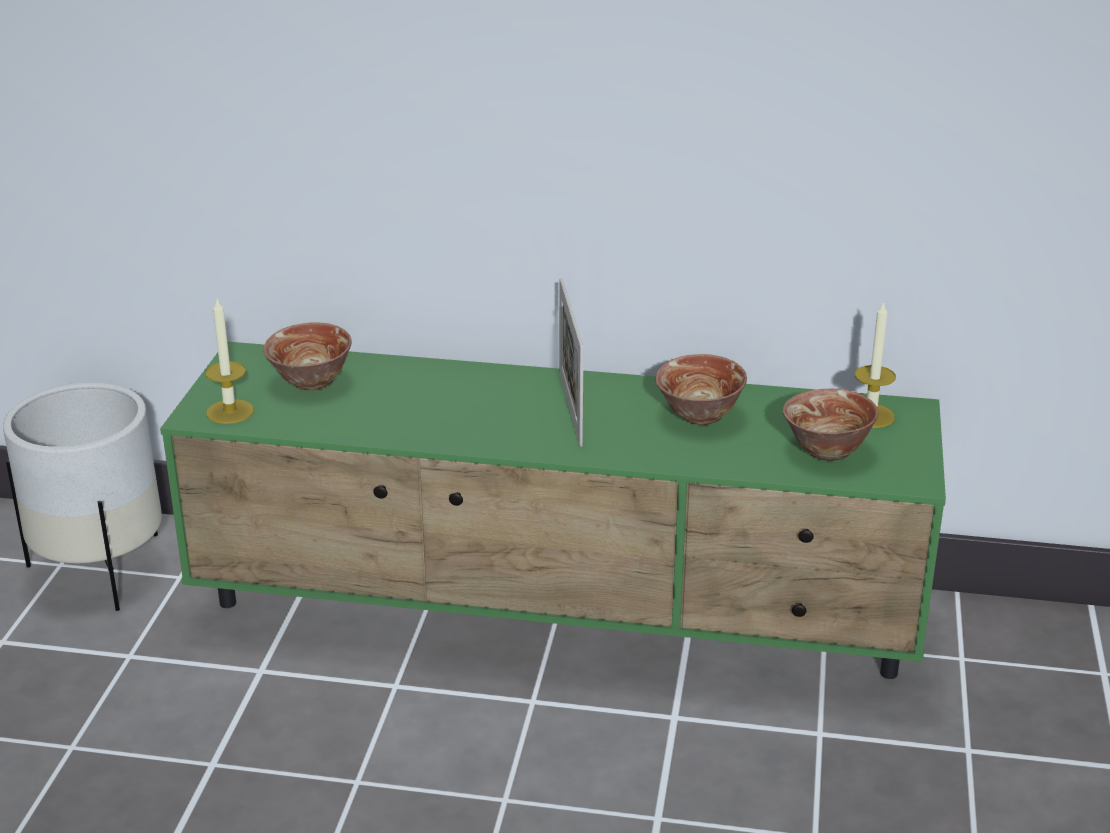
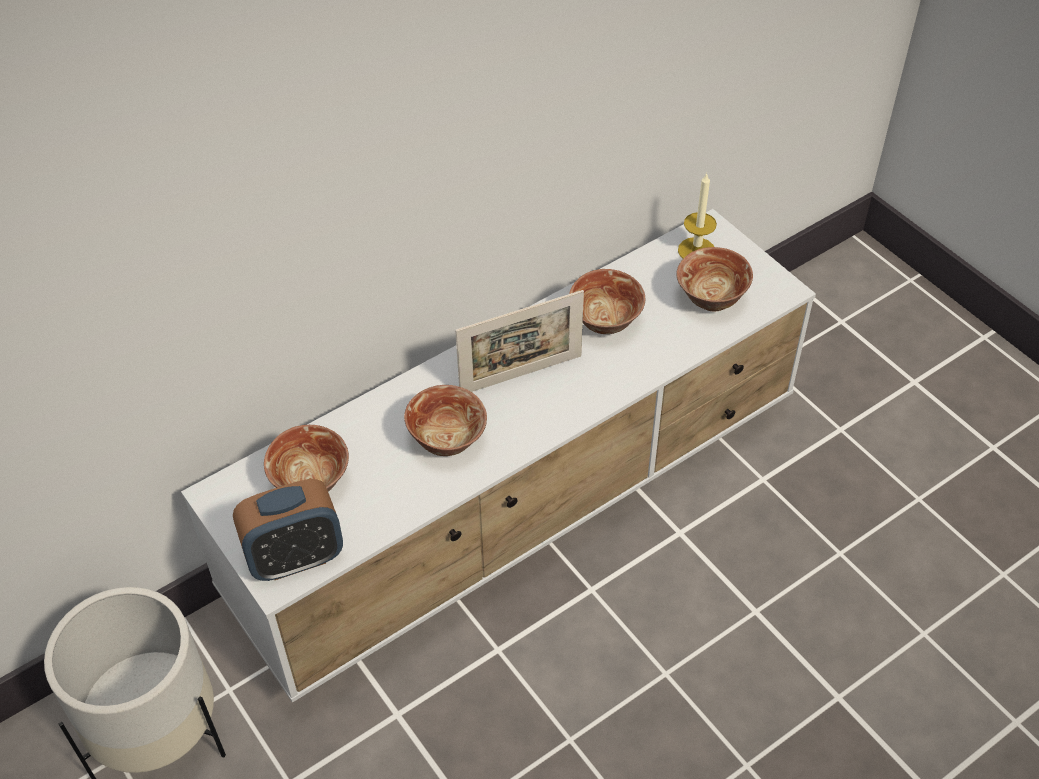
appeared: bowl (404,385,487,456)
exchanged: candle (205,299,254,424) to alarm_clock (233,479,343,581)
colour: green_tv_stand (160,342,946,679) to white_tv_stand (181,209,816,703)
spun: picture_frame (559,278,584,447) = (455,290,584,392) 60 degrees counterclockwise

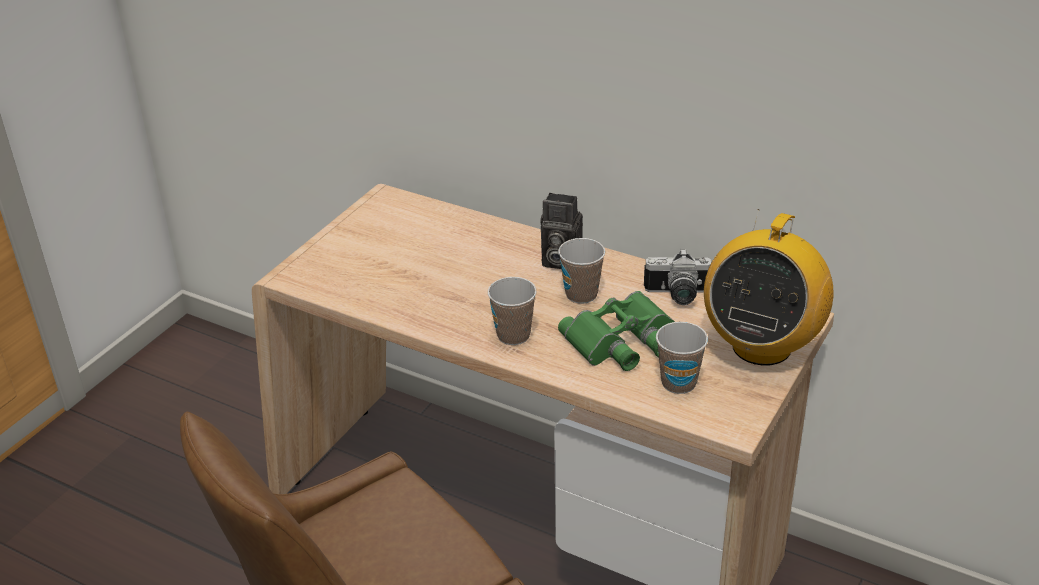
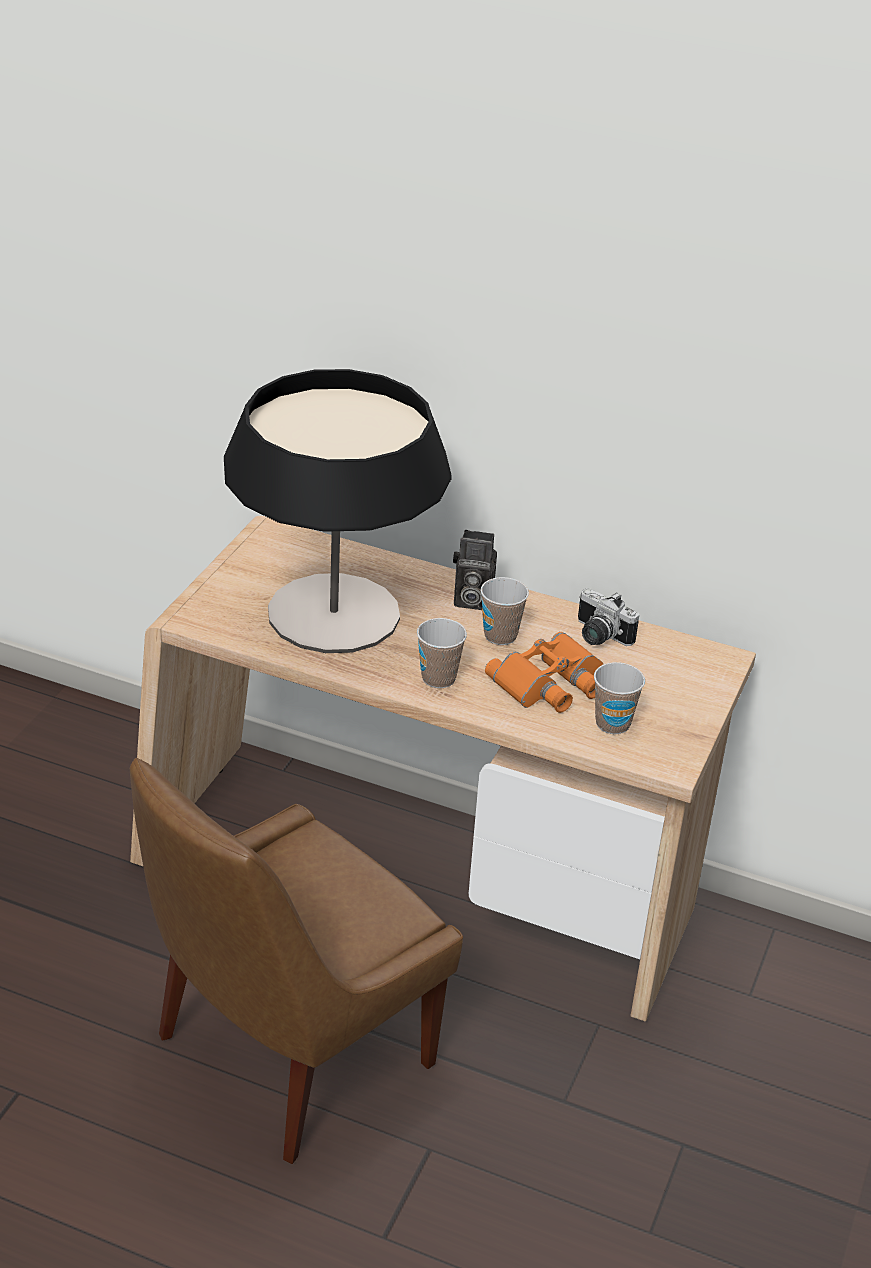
missing: radio (704,209,834,366)
appeared: table_lamp (224,369,452,653)
colour: green_binoculars (558,291,675,371) to orange_binoculars (485,632,603,713)
spun: photo_camera (644,249,711,305) = (578,588,639,646) 45 degrees clockwise

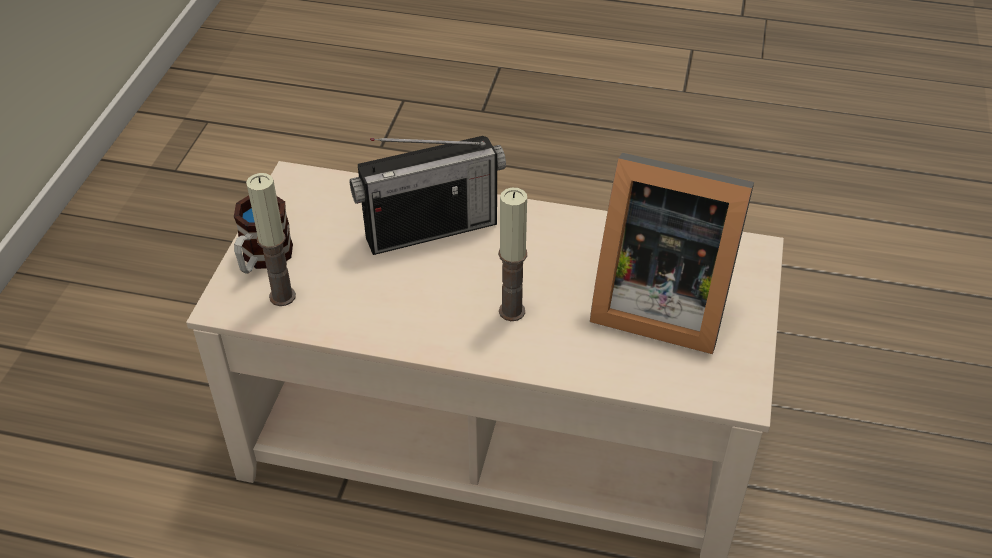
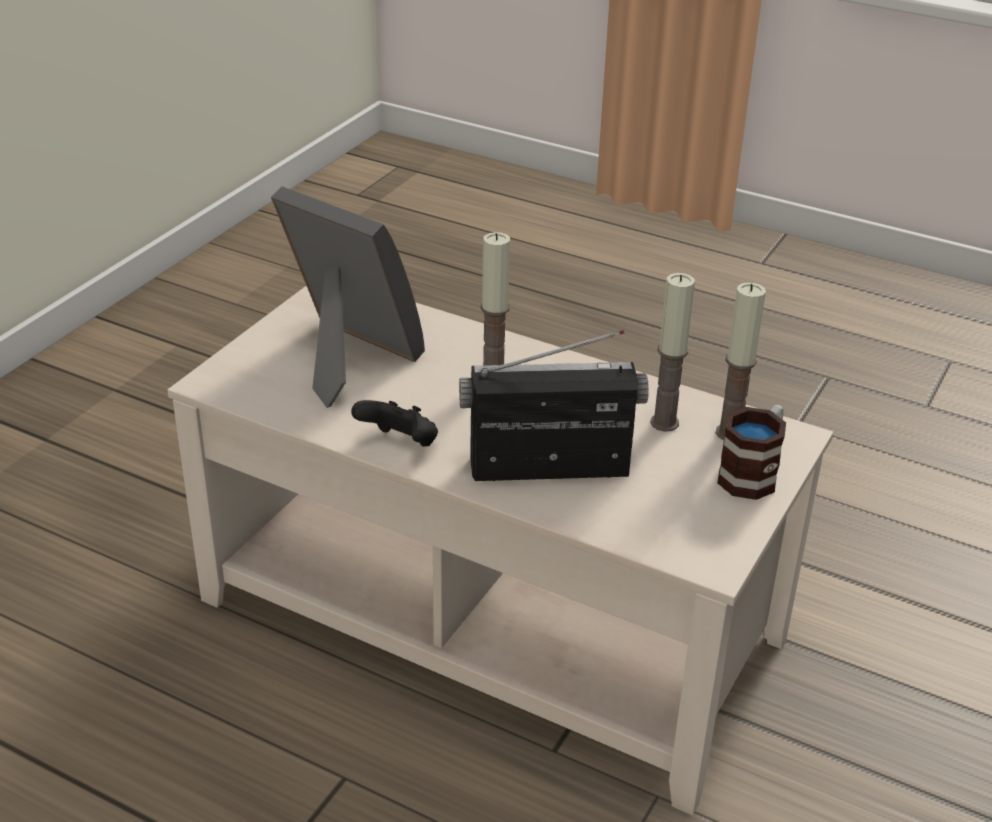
appeared: black_game_controller (351,400,438,446); candle (650,273,695,431)

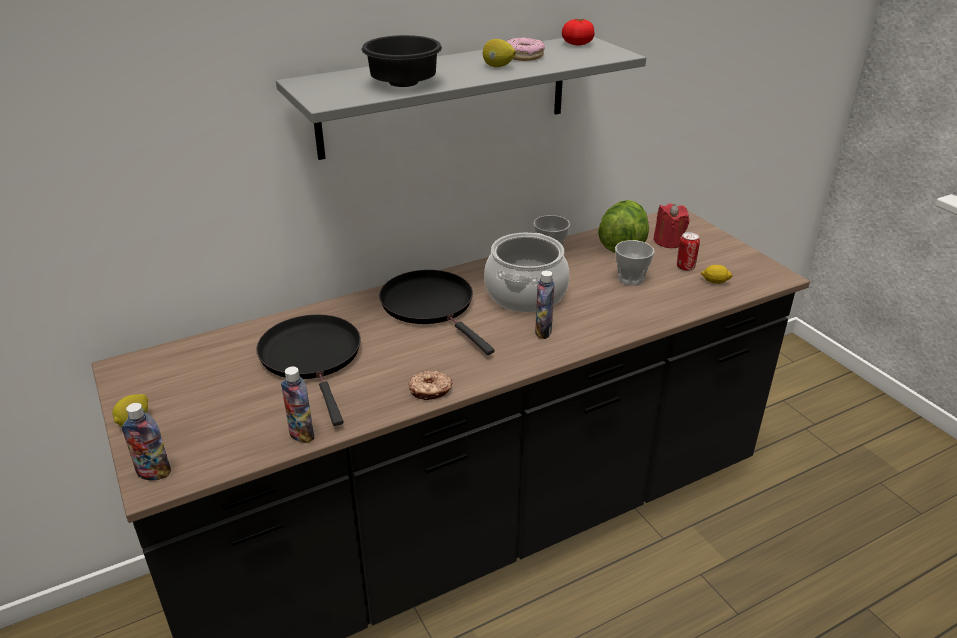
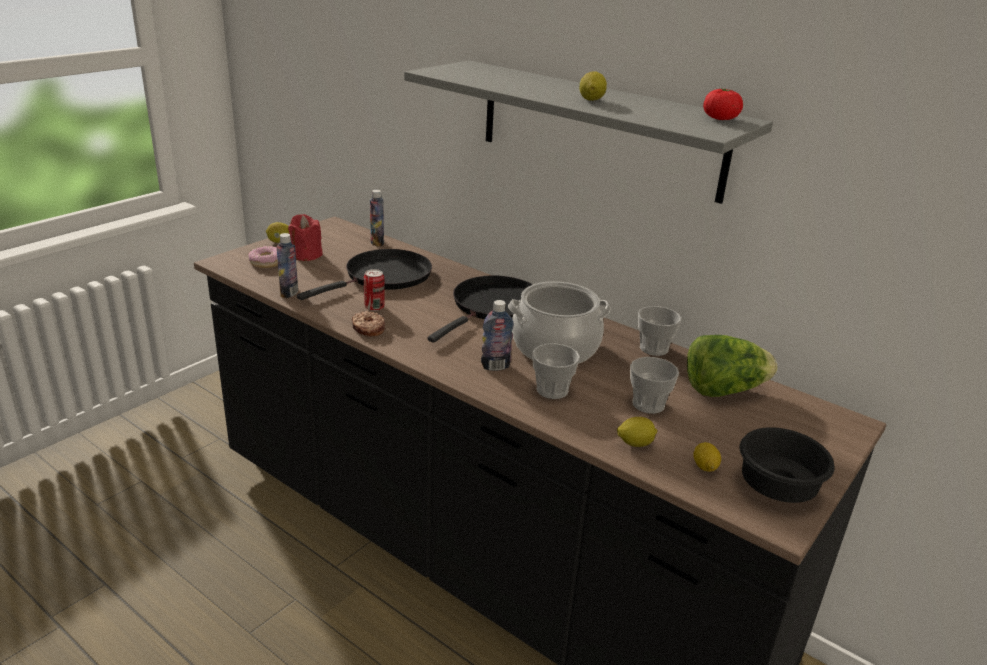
appeared: cup (532,343,580,399); lemon (617,417,657,447)
relocated: bottle (122,403,171,480) to (370,190,384,247); black_bowl (361,35,442,87) to (740,427,835,503); donut (506,37,545,61) to (248,246,278,268); red_candle (654,204,689,248) to (288,214,323,261); can (677,232,700,271) to (364,269,385,311)

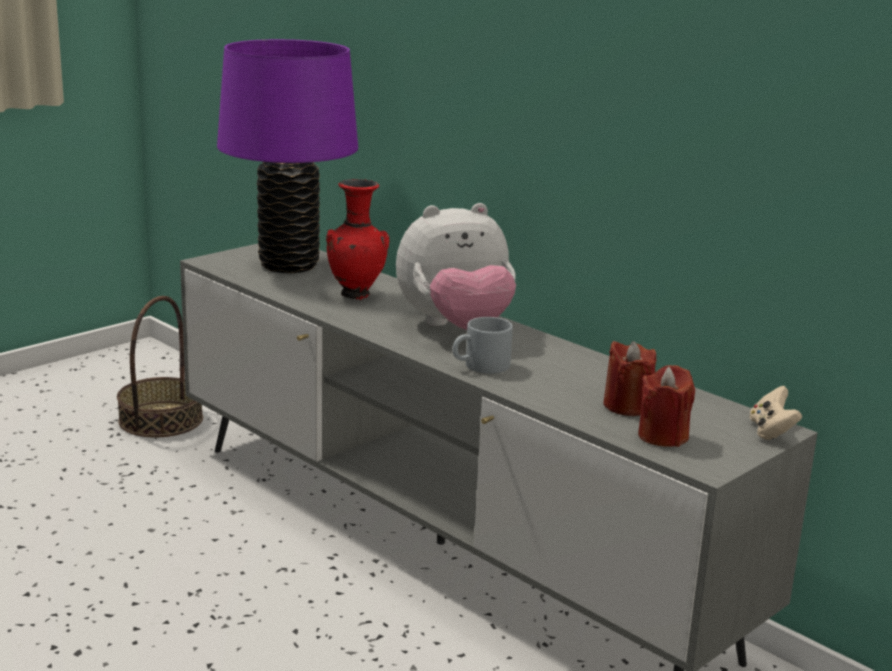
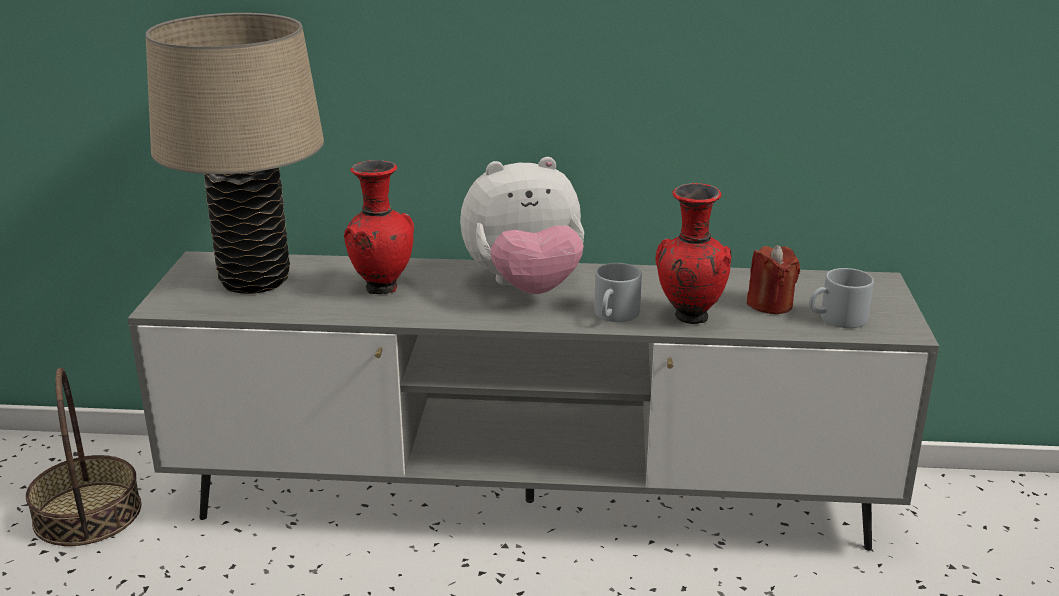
missing: beige_game_controller (750,386,802,440)
appeared: red_vase (655,183,731,324)
exchanged: red_candle (638,365,695,447) to grey_mug (809,268,874,328)
colour: purple_table_lamp (217,39,358,273) to beige_table_lamp (146,13,324,294)
spun: plush_toy (396,203,516,330) = (460,157,584,294) 45 degrees clockwise

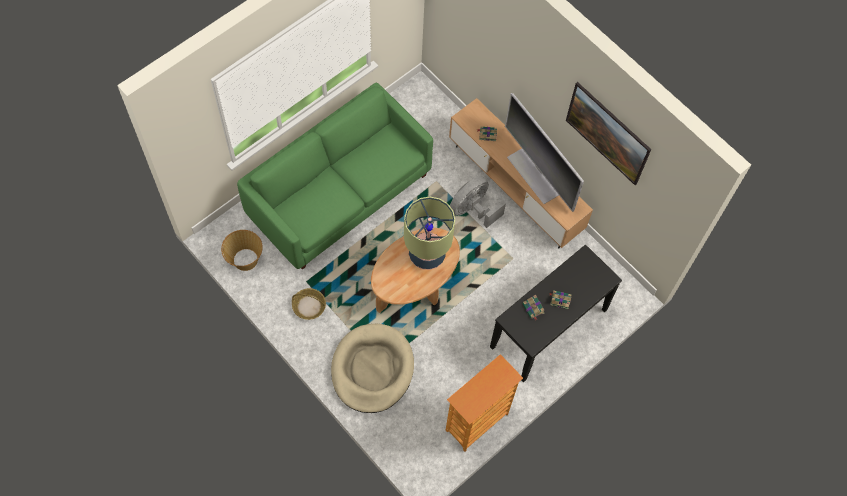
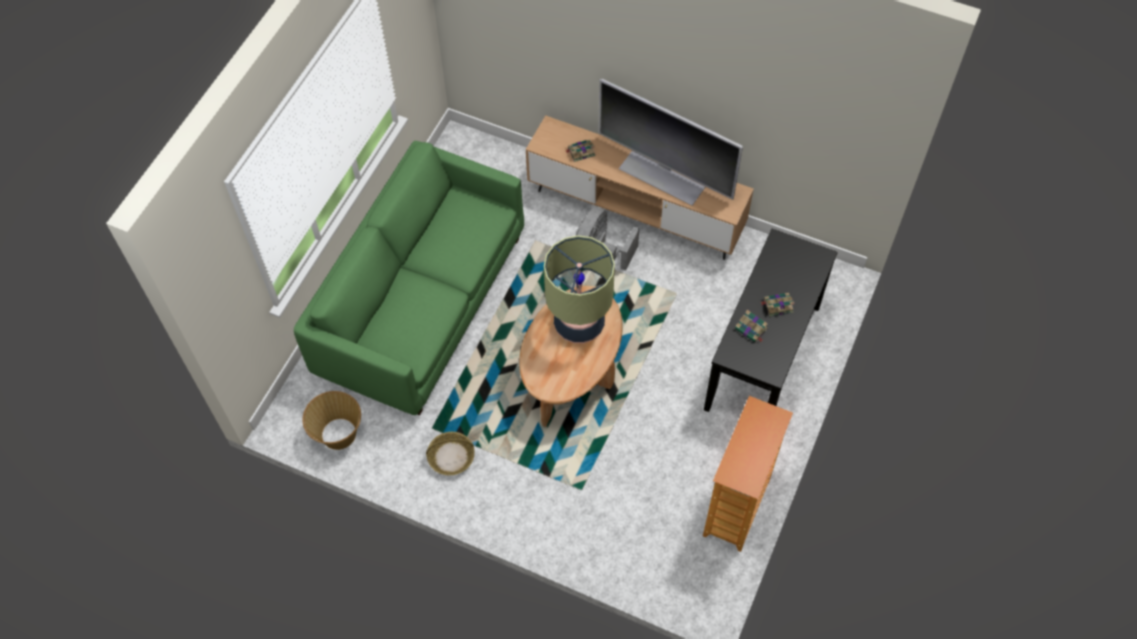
missing: beige_dog_bed (331,324,414,413); picture (566,82,651,185)

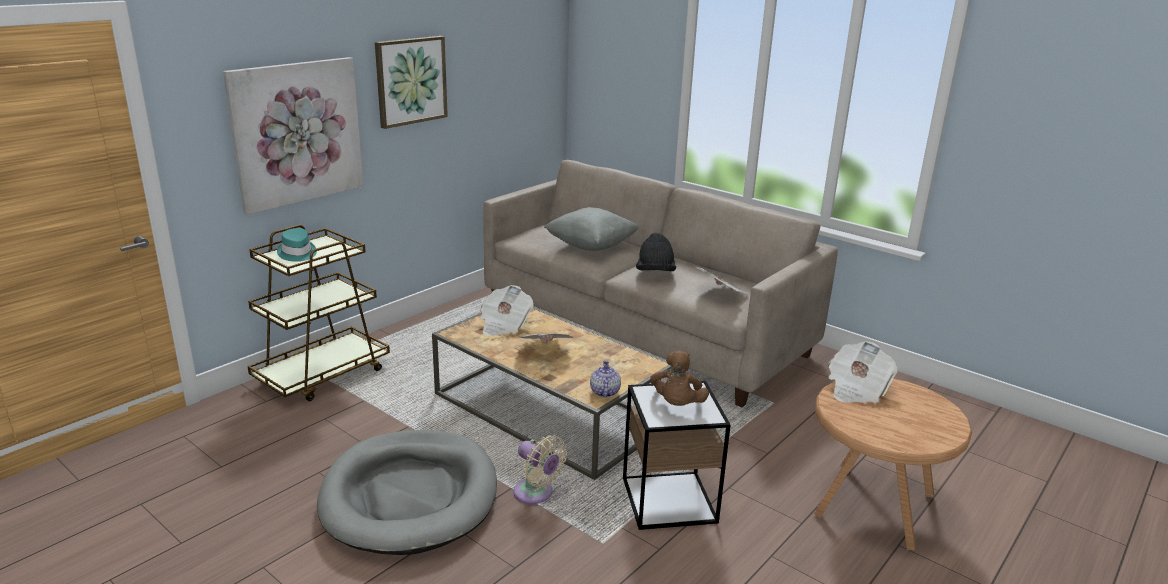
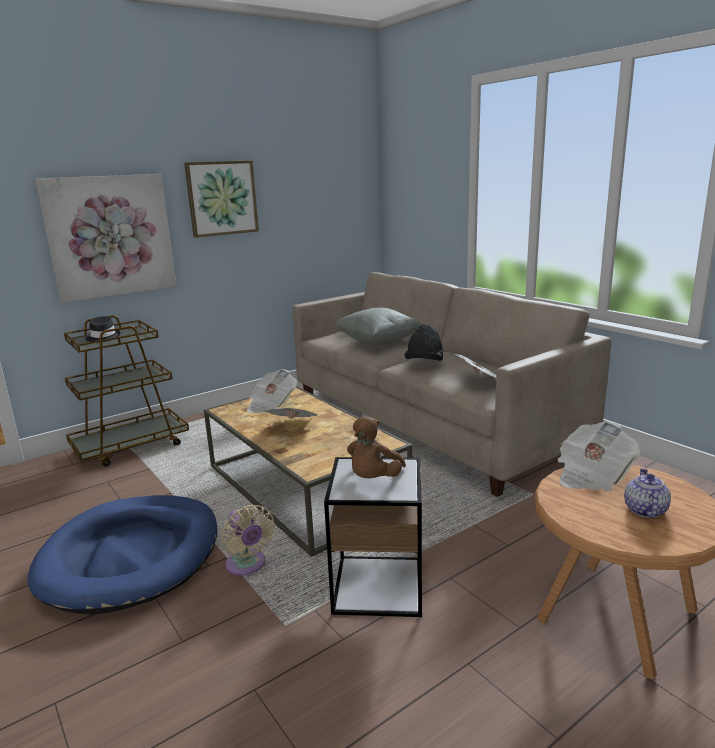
relocated: teapot (590,360,621,397) to (624,468,671,518)
colour: turquoise_hat (277,228,317,262) to black_hat (86,316,120,343); grey_dog_bed (317,430,497,555) to blue_dog_bed (27,495,217,614)

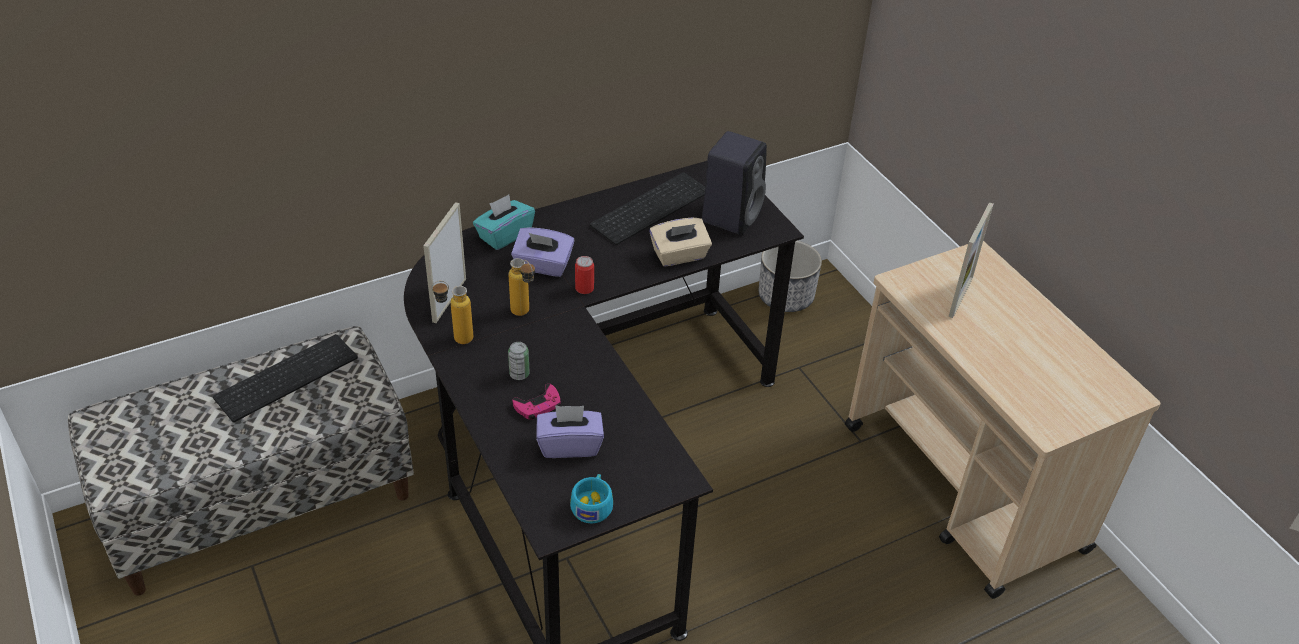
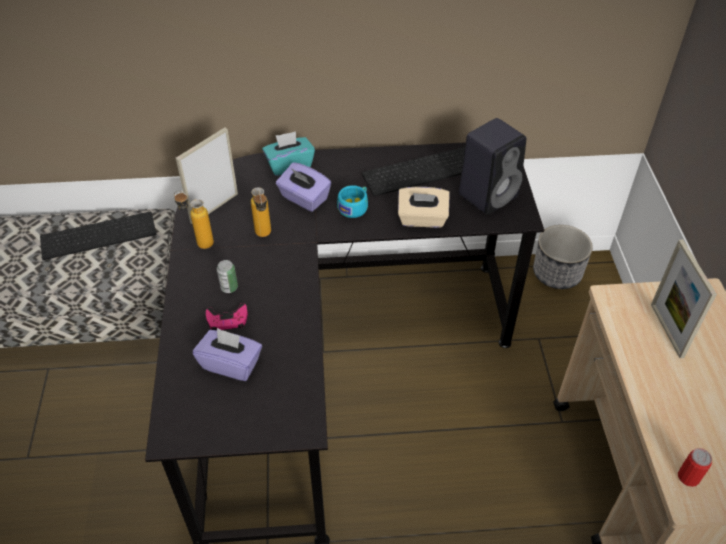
relocated: turquoise_cup (570,474,613,523) to (337,185,368,218); can (575,256,594,294) to (678,448,712,487)
spun: picture_frame (949,202,994,318) = (651,239,717,358) 120 degrees clockwise

